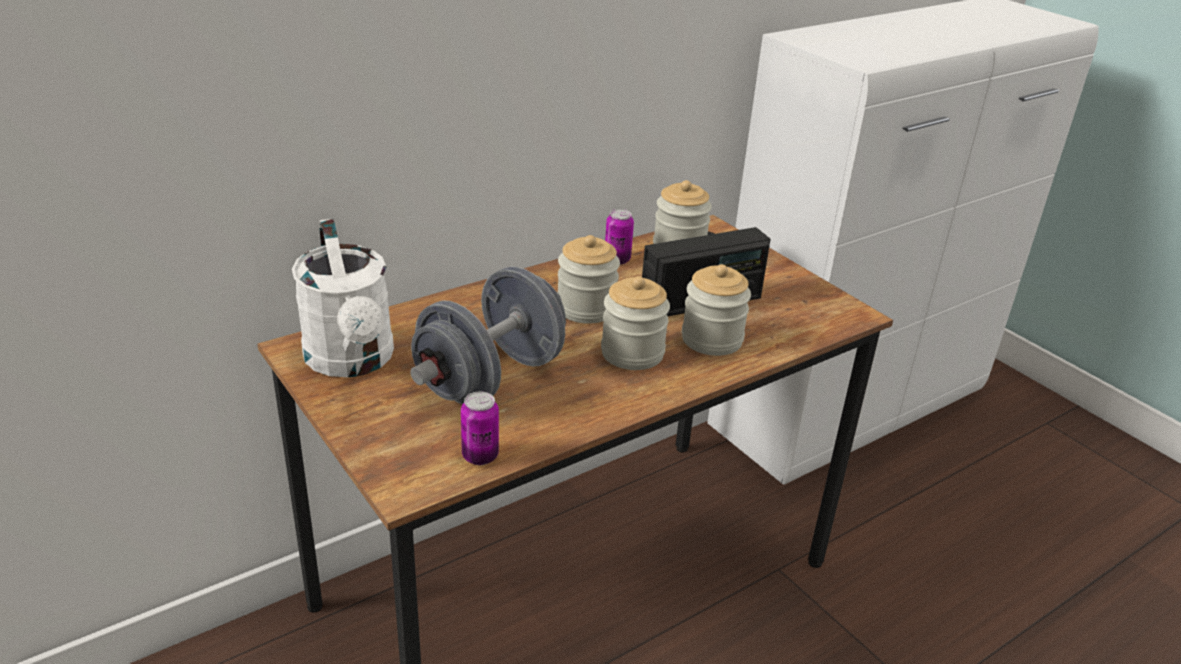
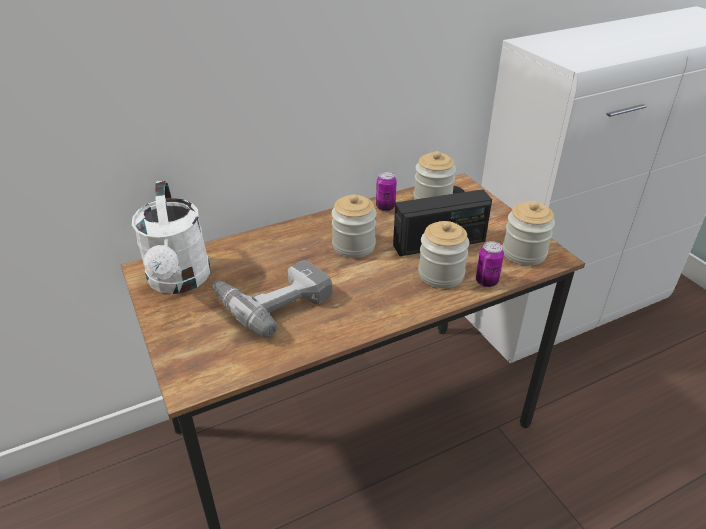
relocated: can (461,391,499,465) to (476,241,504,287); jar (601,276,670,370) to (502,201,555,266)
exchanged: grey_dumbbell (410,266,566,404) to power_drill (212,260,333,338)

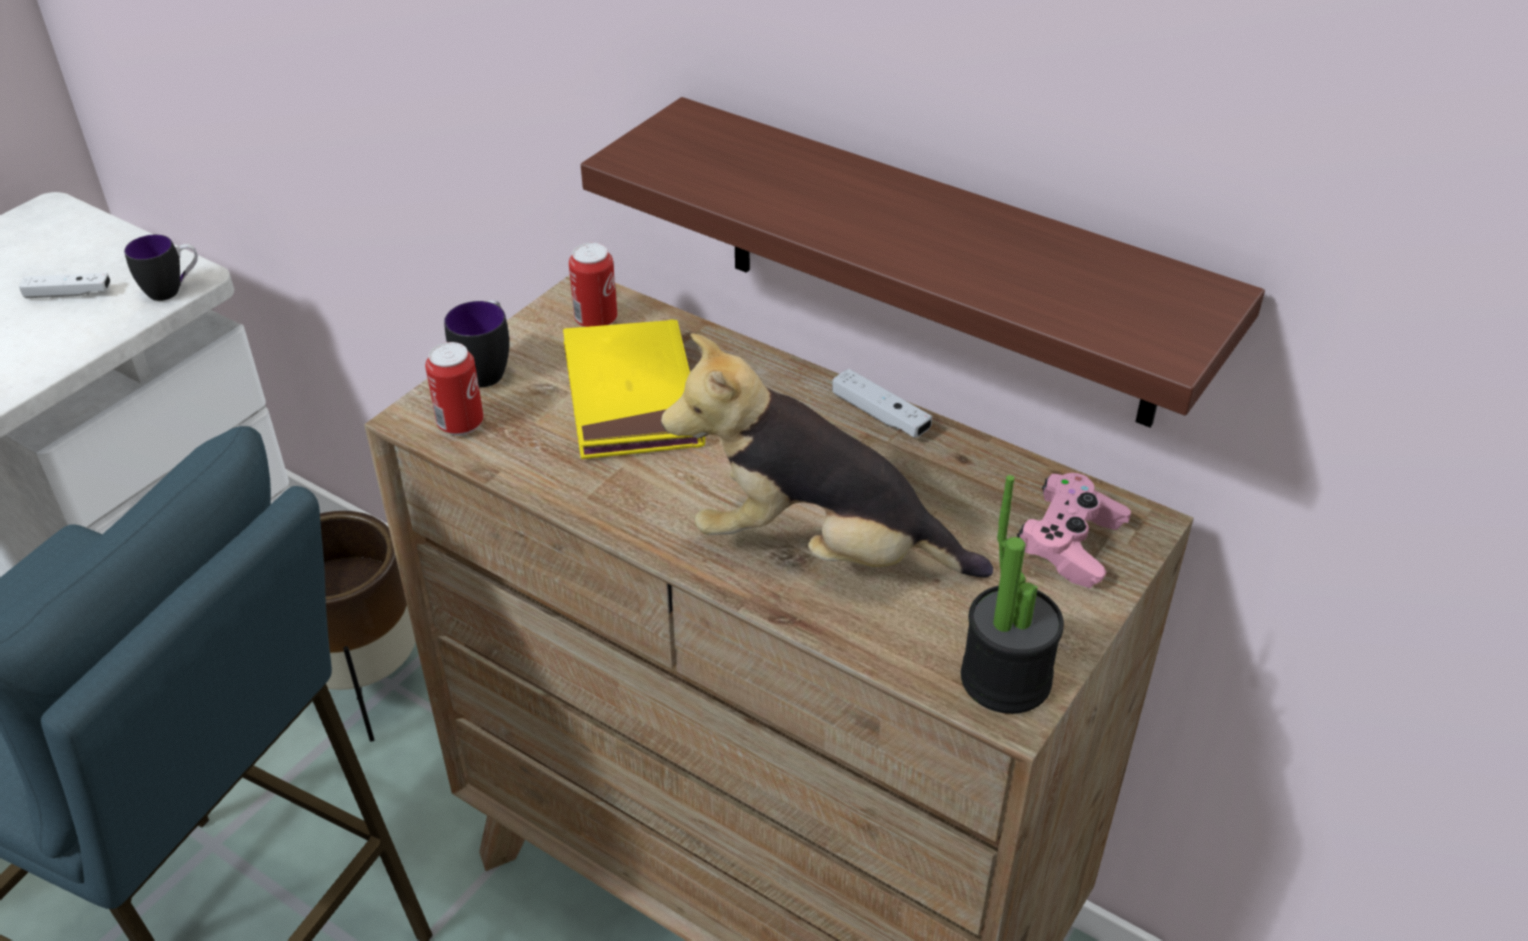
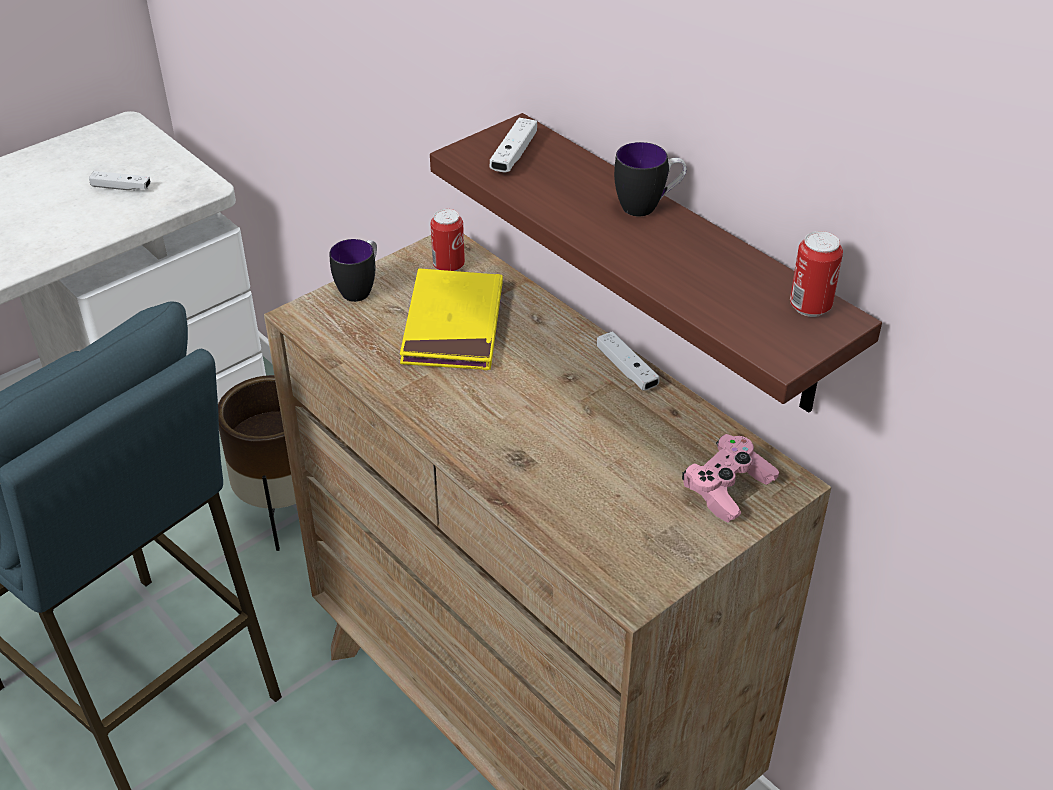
missing: plush_toy (661,333,993,577); potted_plant (961,475,1064,714)
appeared: white_game_controller (489,118,537,172)
relocated: mug (124,235,198,301) to (614,142,687,217); can (425,342,484,436) to (790,231,843,317)

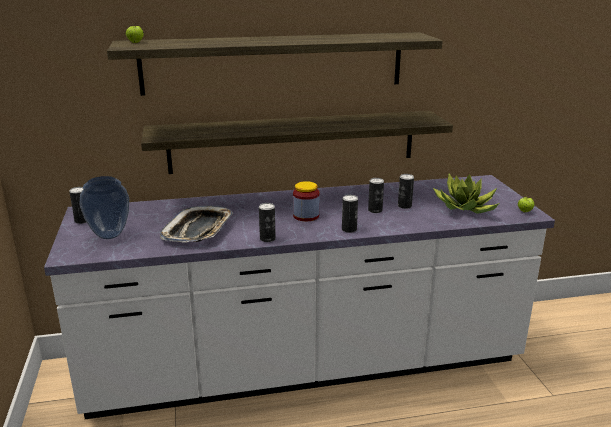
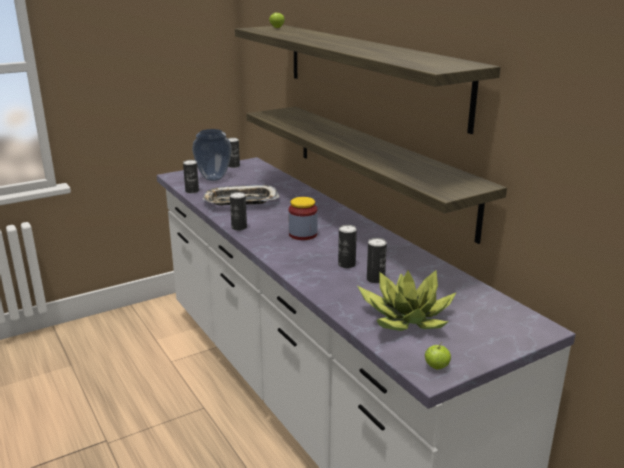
relocated: can (342,195,358,233) to (183,160,199,193)

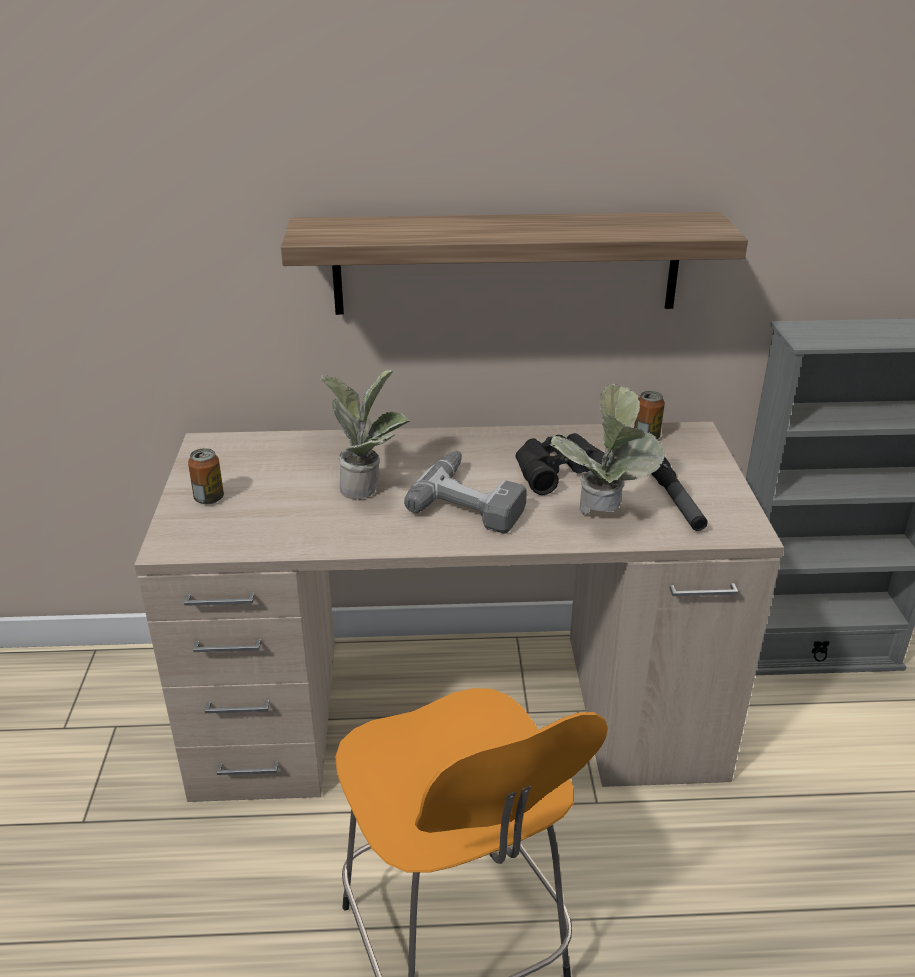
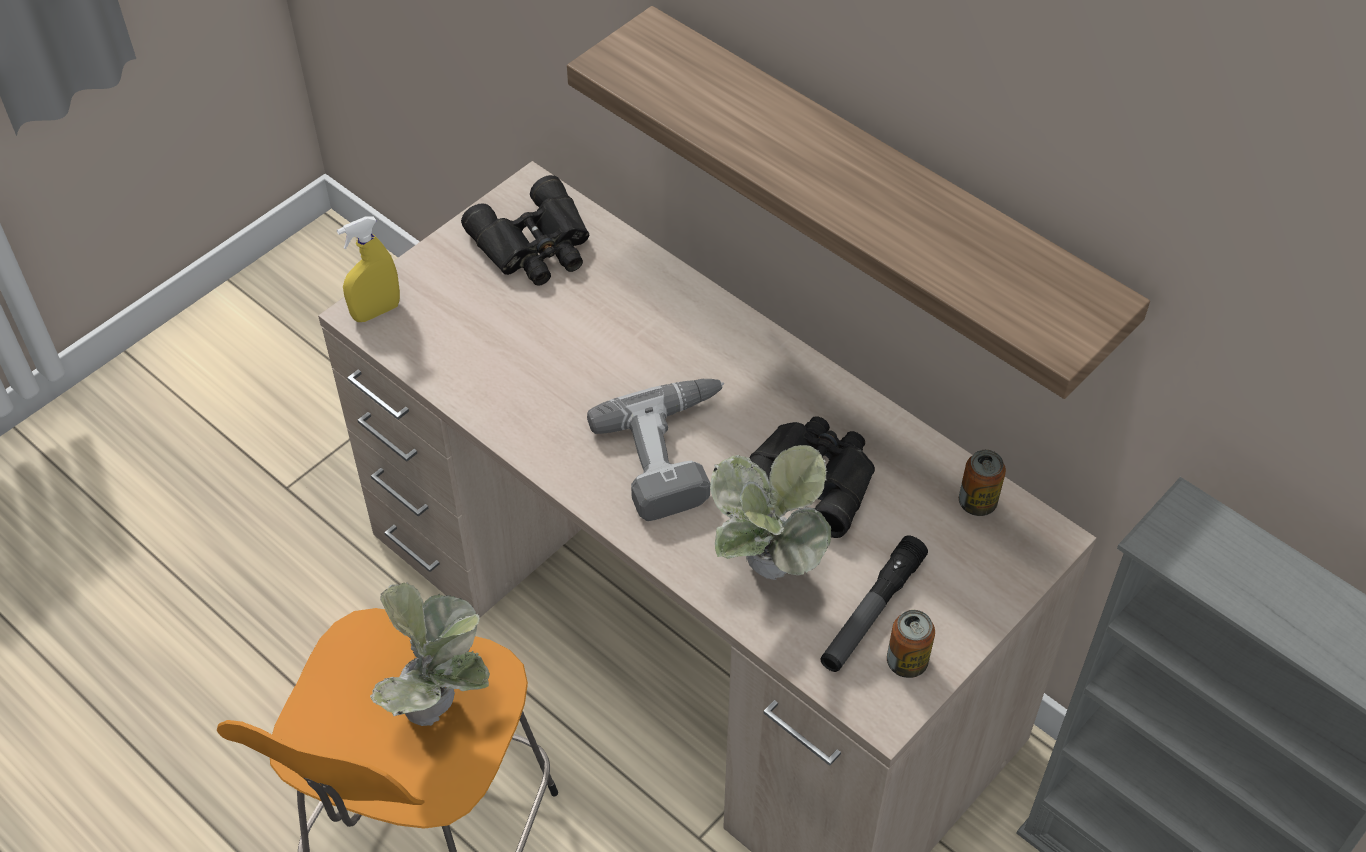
appeared: yellow_spray_bottle (337,216,400,322); black_binoculars (461,175,589,285)
relocated: can (188,448,224,505) to (887,610,935,678); potted_plant (321,369,410,500) to (370,583,490,726)

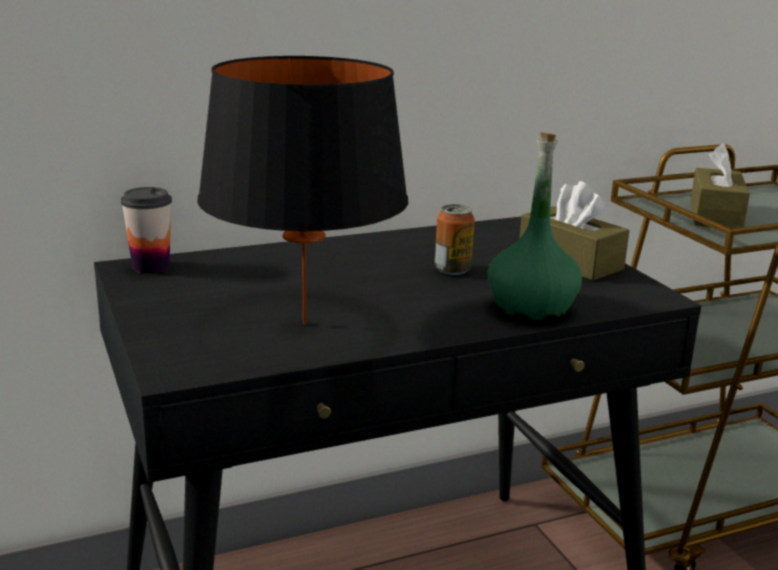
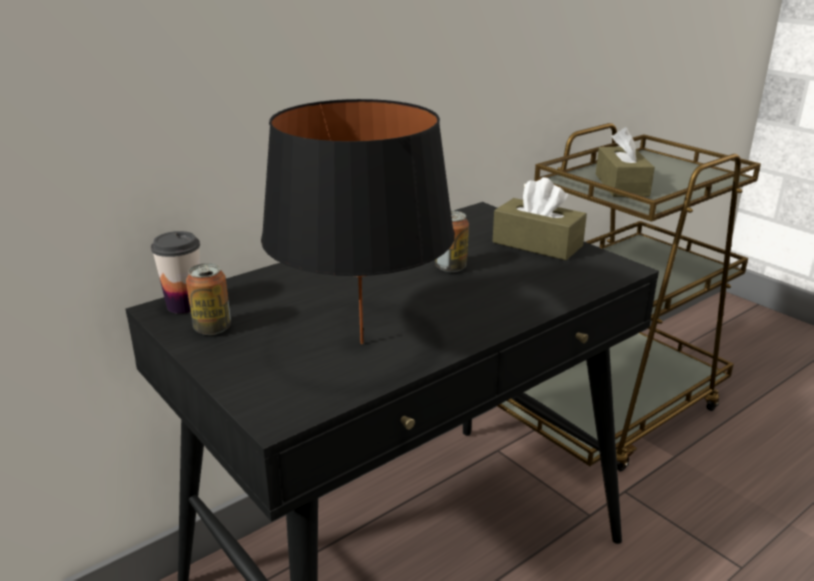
missing: green_bottle (487,132,582,321)
appeared: can (186,263,231,335)

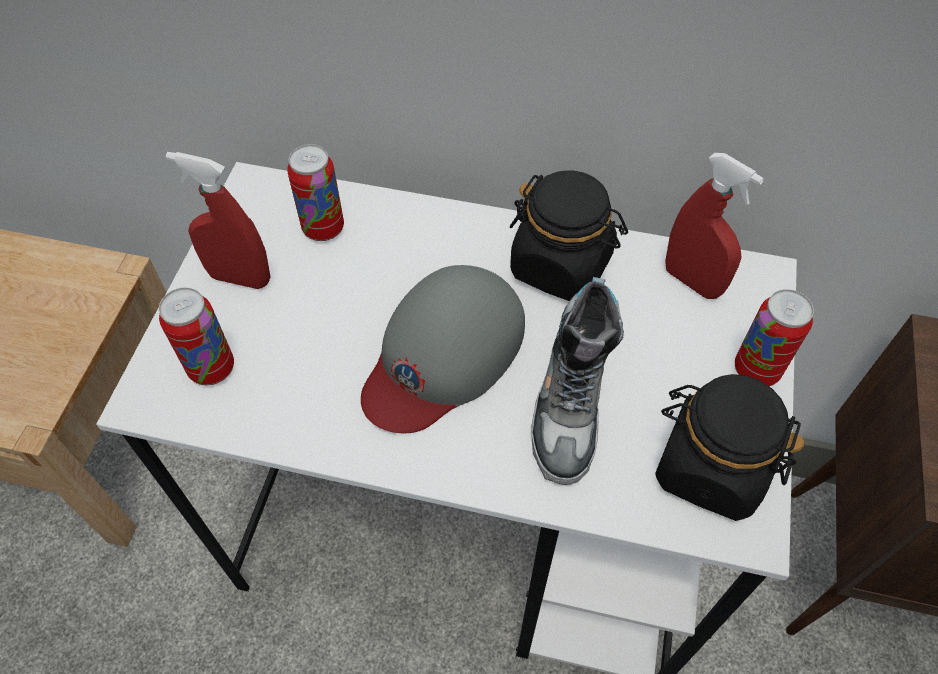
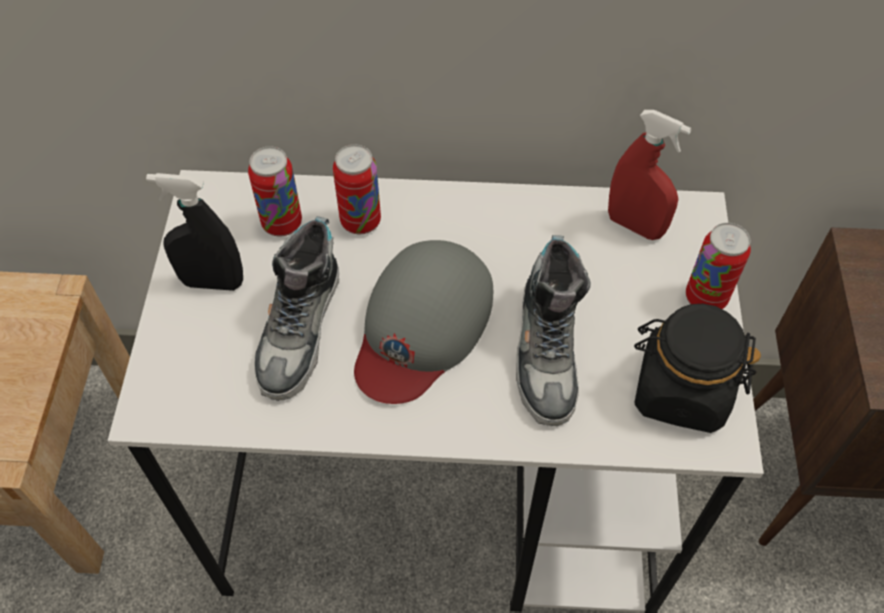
missing: black_jar (510,170,628,301)
appeared: shoe (255,216,339,401)
relocated: can (159,287,234,385) to (333,145,381,234)
colour: red_spray_bottle (166,152,271,289) to black_spray_bottle (146,173,243,291)

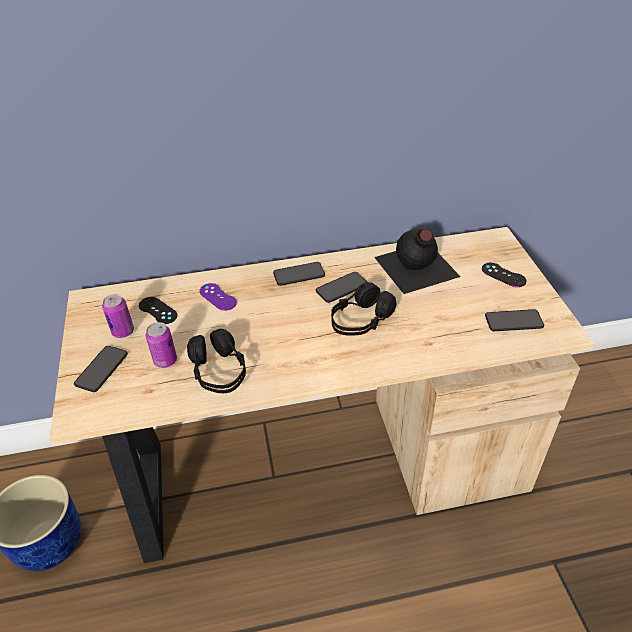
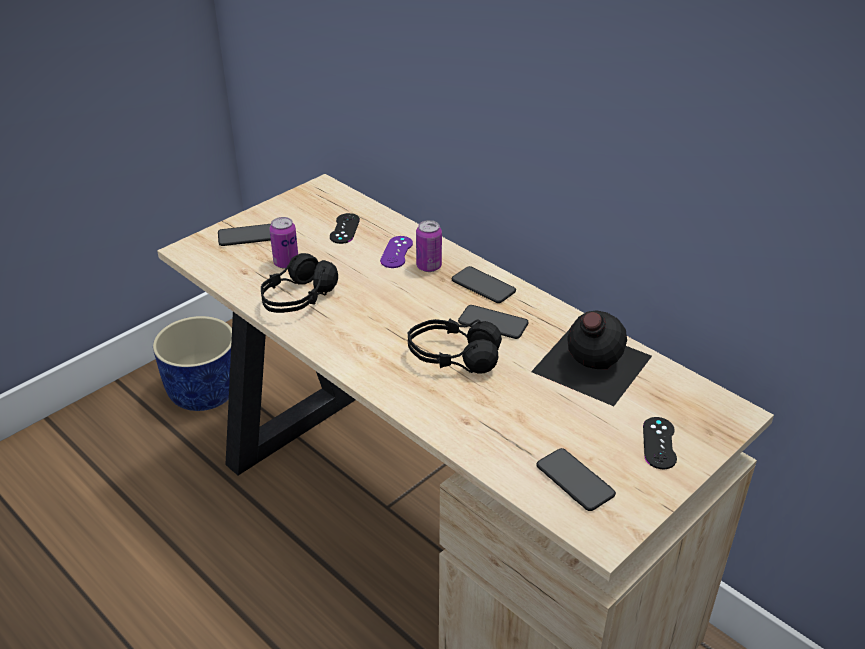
relocated: can (102,294,134,338) to (416,220,442,272)

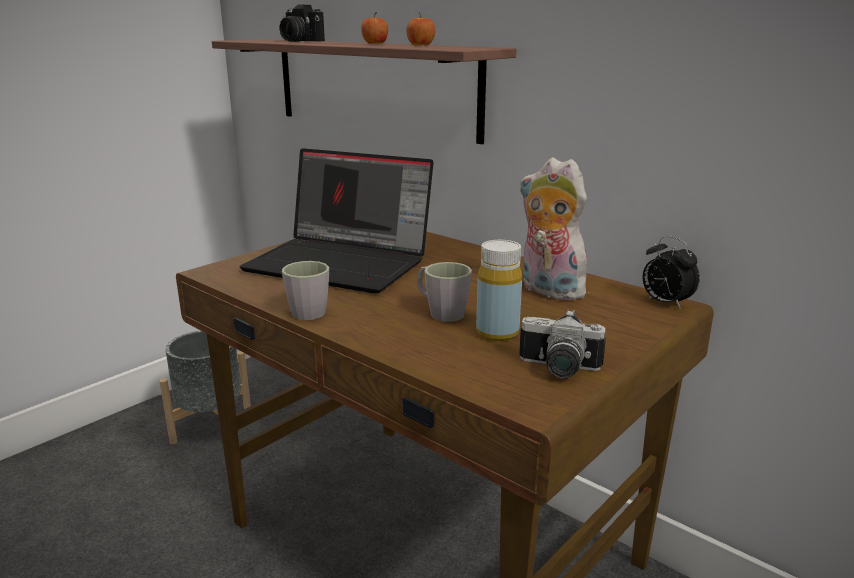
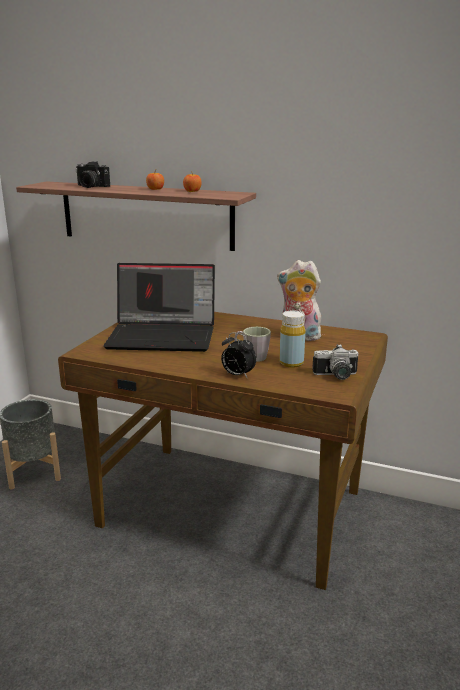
missing: grey_mug (282,261,329,320)
relocated: alarm_clock (643,236,700,310) to (221,333,256,377)

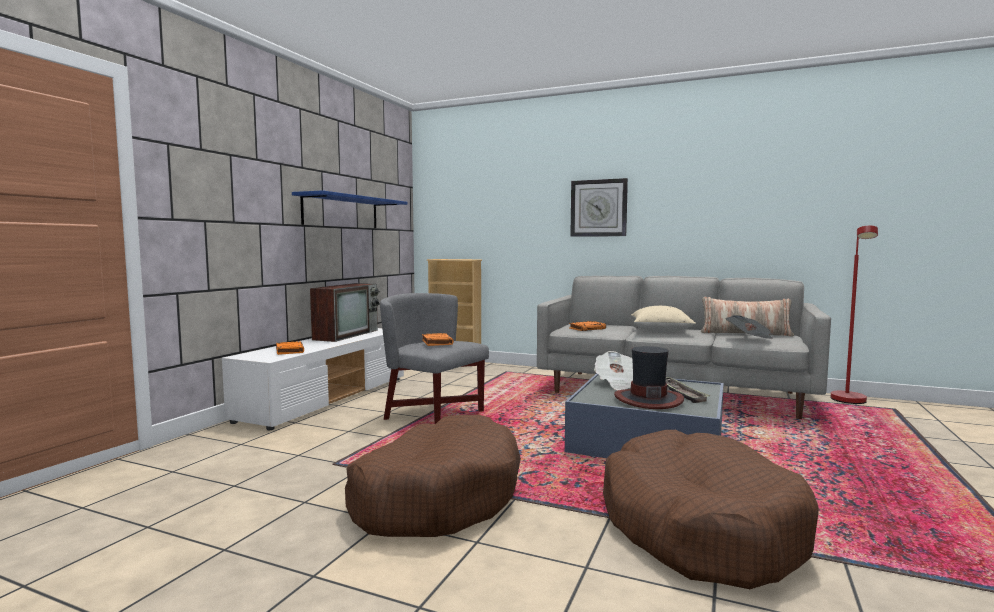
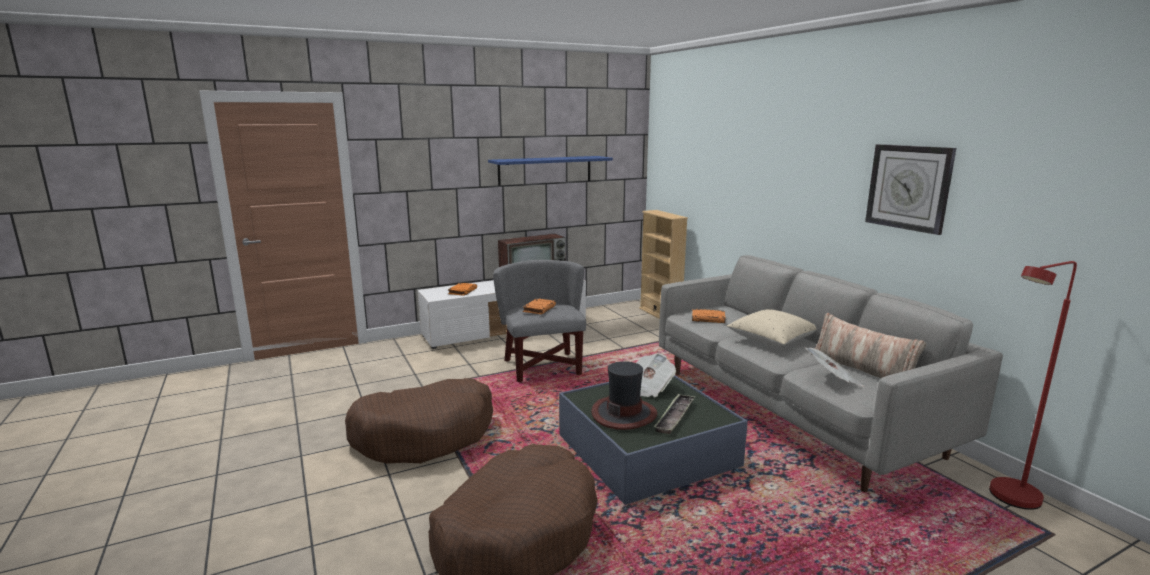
relocated: wall_clock (570,178,628,237) to (865,144,956,235)

